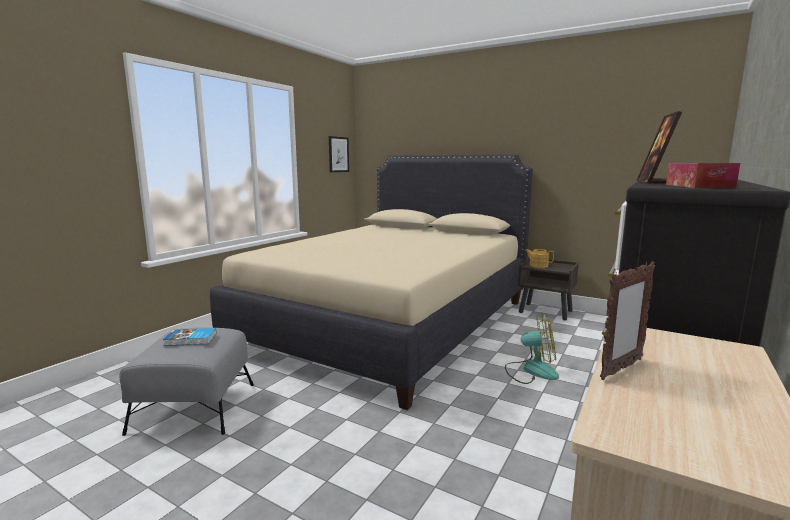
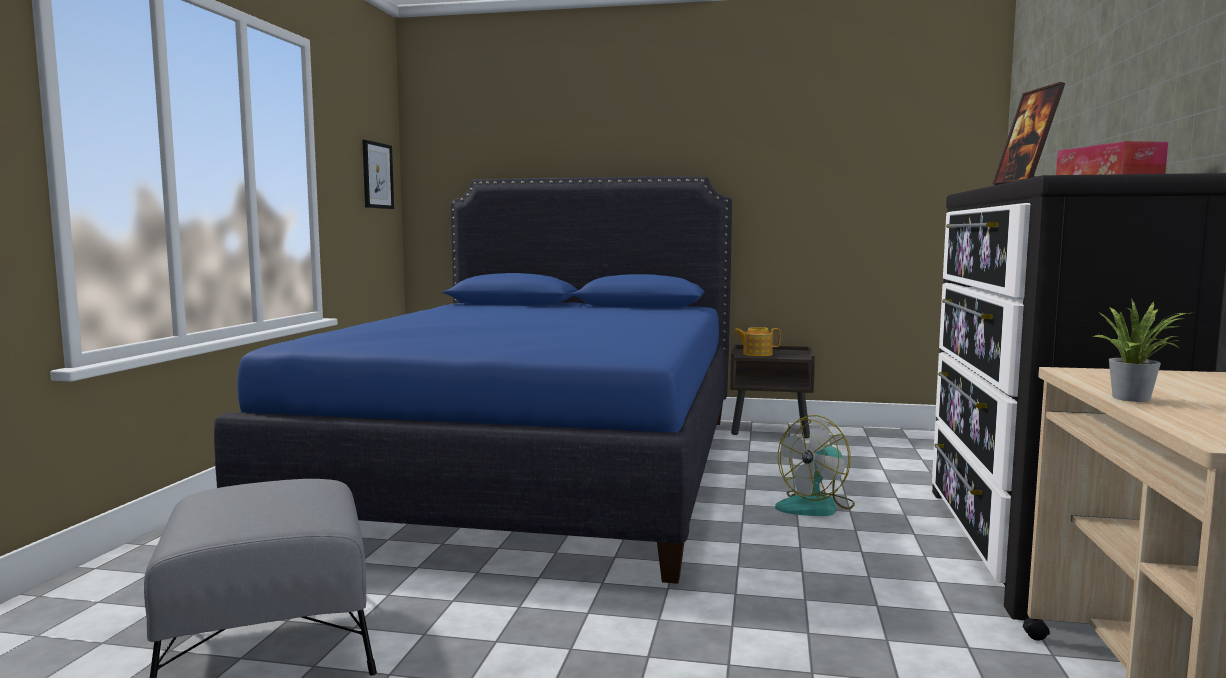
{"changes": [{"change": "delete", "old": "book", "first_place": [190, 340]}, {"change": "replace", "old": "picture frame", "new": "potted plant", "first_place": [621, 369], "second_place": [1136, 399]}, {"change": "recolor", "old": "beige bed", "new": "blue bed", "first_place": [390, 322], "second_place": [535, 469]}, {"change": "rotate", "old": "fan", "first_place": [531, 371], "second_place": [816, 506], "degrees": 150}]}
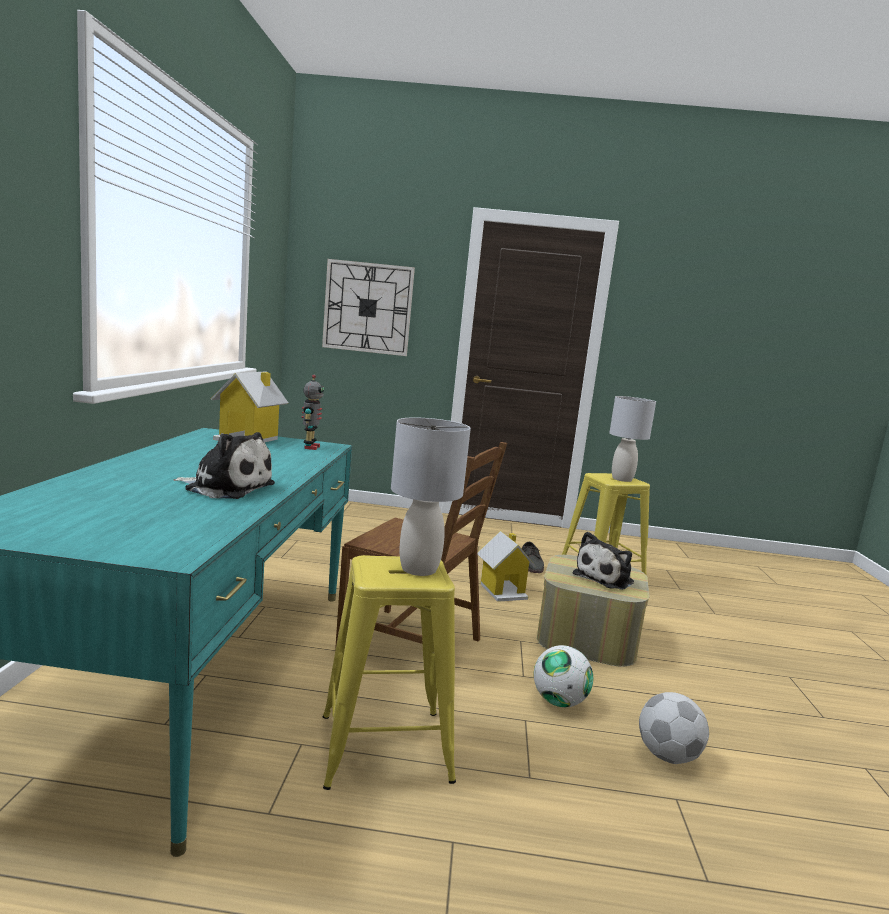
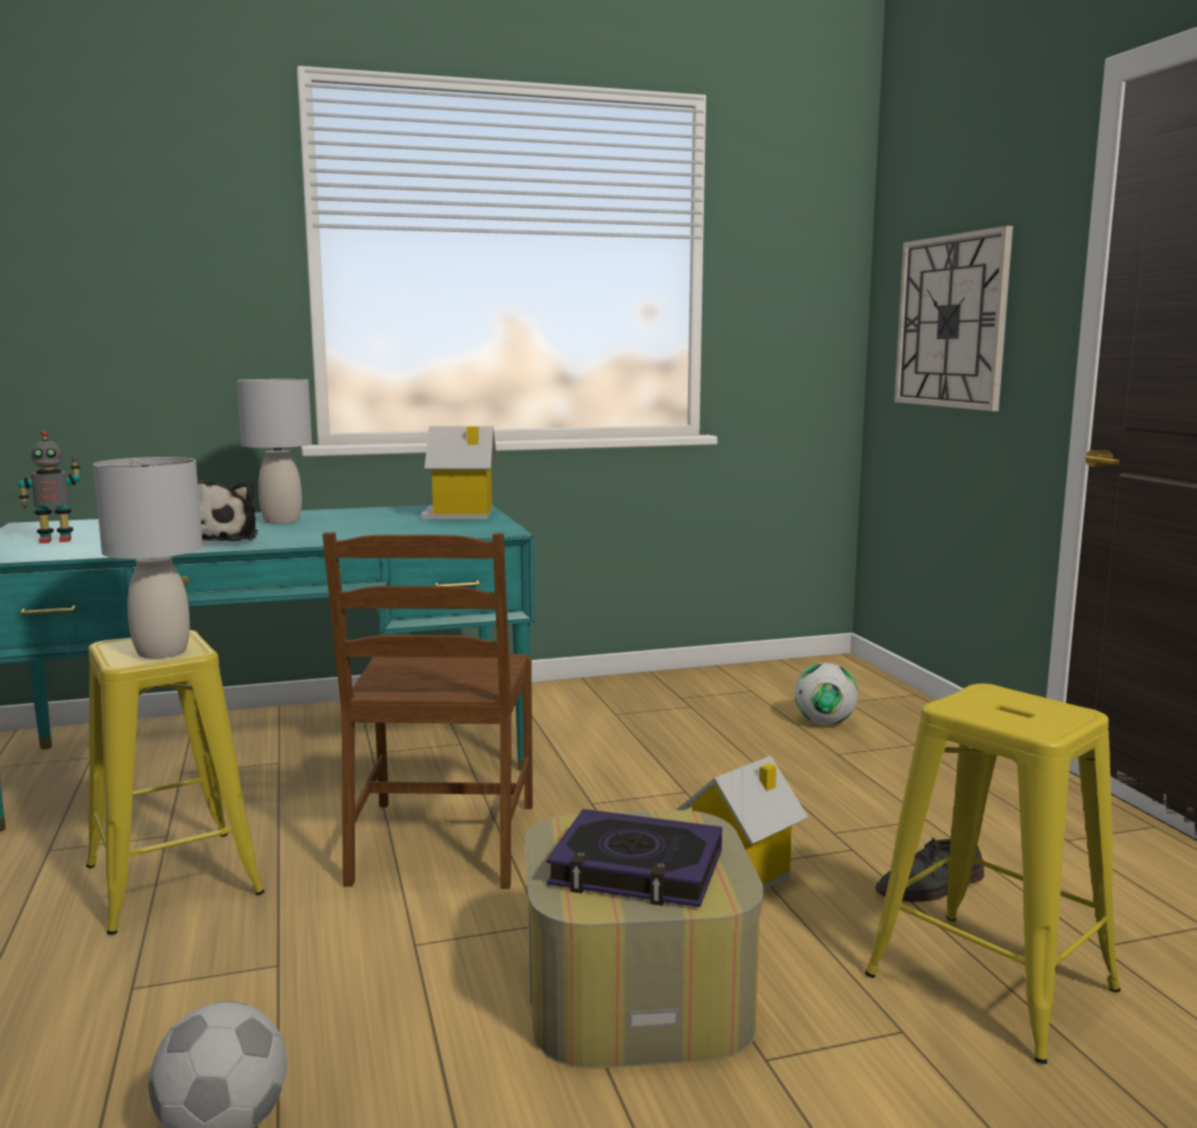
{"changes": [{"change": "move", "old": "toy robot", "first_place": [310, 447], "second_place": [55, 540]}, {"change": "move", "old": "football", "first_place": [559, 702], "second_place": [824, 723]}, {"change": "move", "old": "grey table lamp", "first_place": [621, 479], "second_place": [281, 521]}, {"change": "replace", "old": "plush toy", "new": "book", "first_place": [605, 578], "second_place": [636, 870]}]}
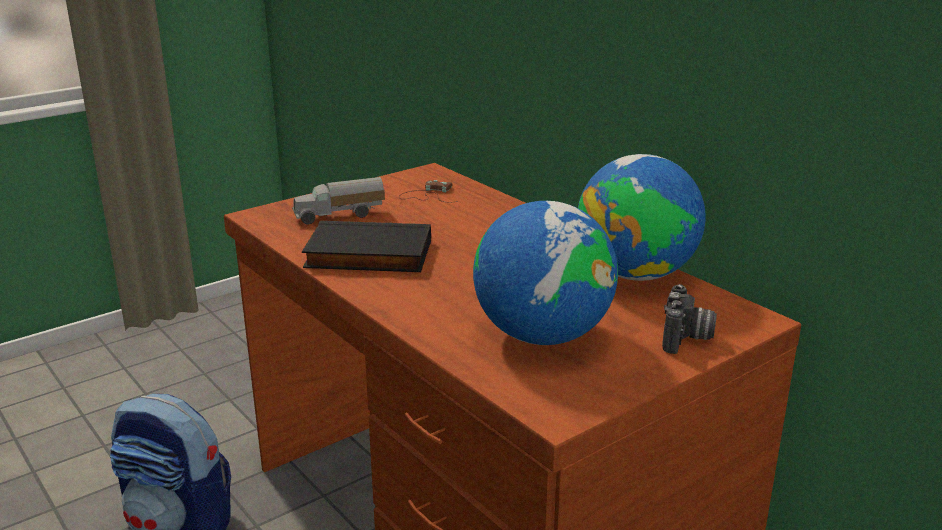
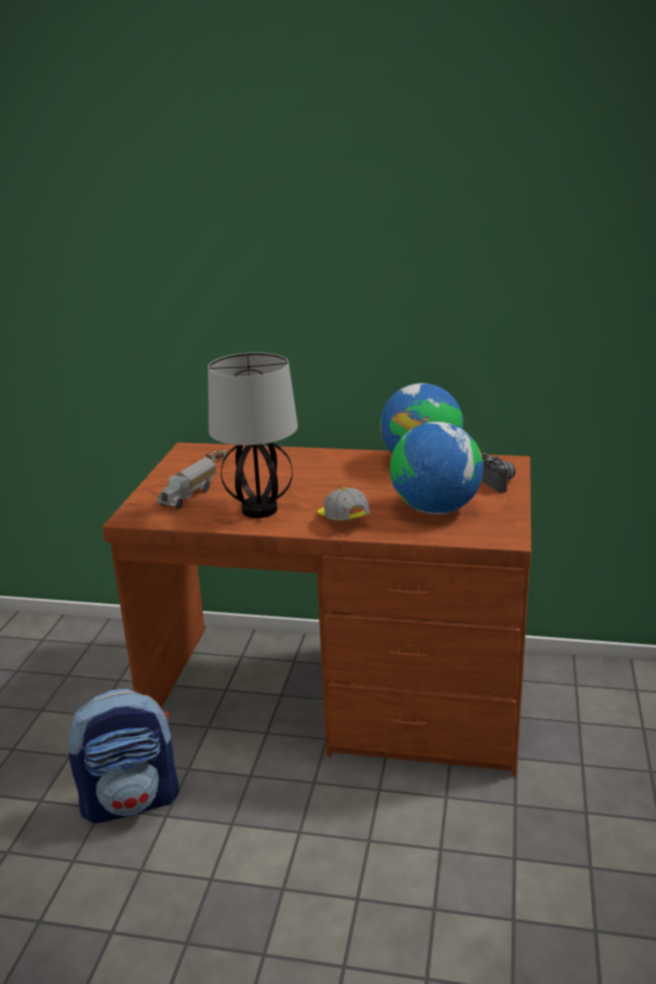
{"changes": [{"change": "insert", "new": "cap", "second_place": [342, 520]}, {"change": "replace", "old": "black book", "new": "table lamp", "first_place": [367, 255], "second_place": [259, 510]}]}
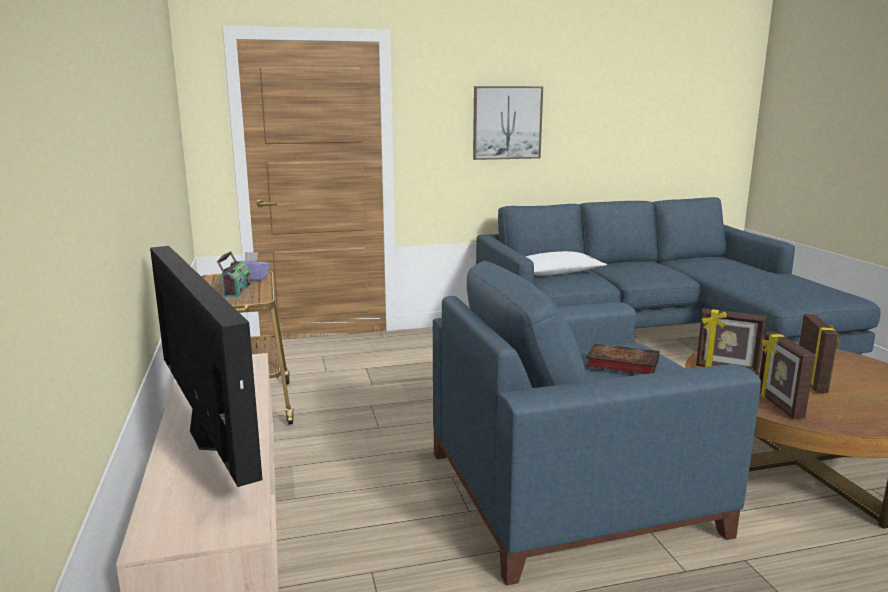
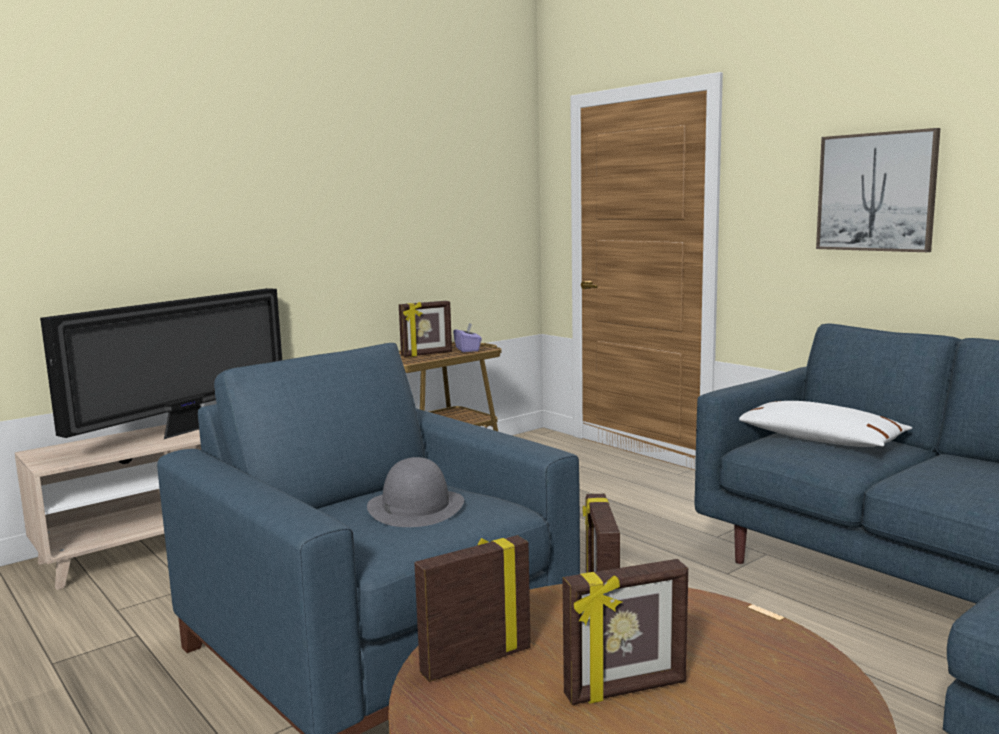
{"changes": [{"change": "replace", "old": "radio", "new": "picture frame", "first_place": [236, 290], "second_place": [427, 354]}, {"change": "replace", "old": "book", "new": "grey hat", "first_place": [620, 363], "second_place": [415, 507]}]}
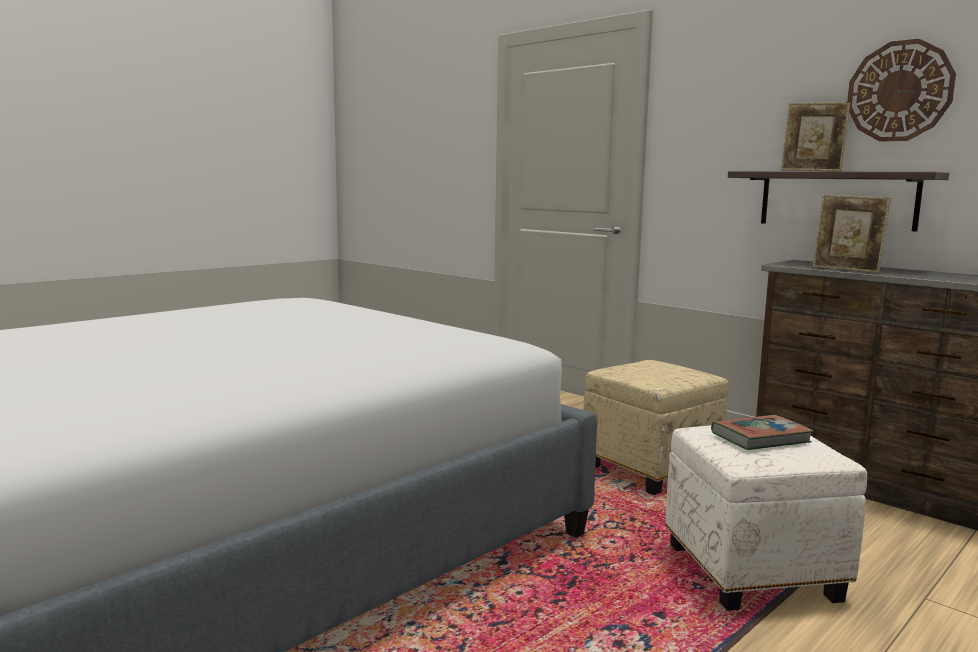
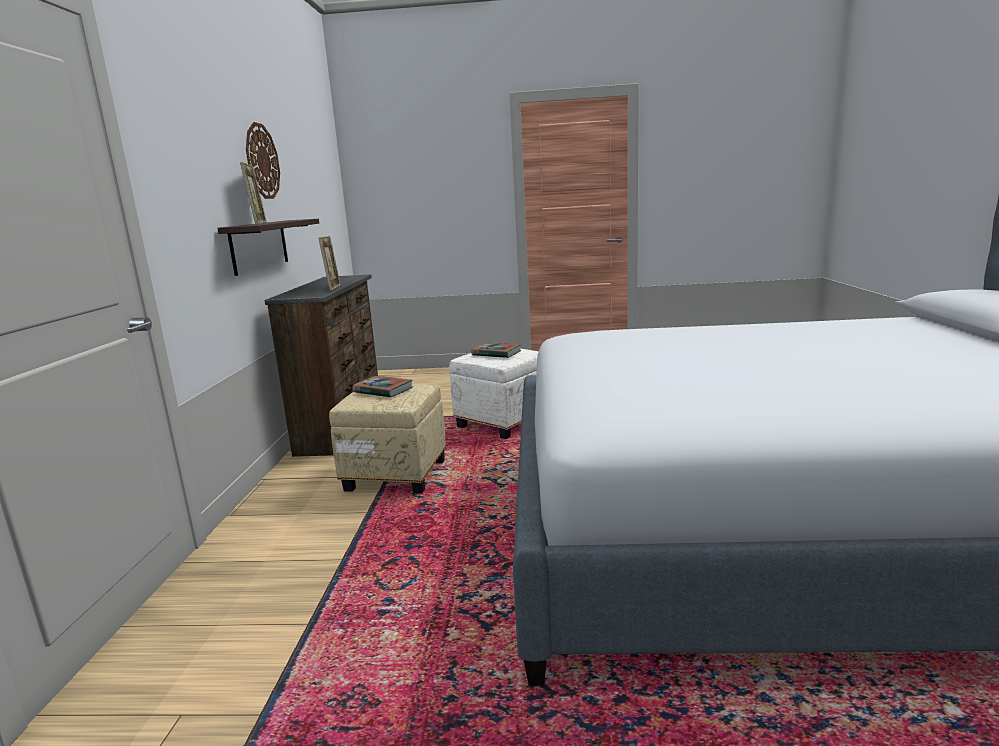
{"changes": [{"change": "insert", "new": "book", "second_place": [383, 390]}]}
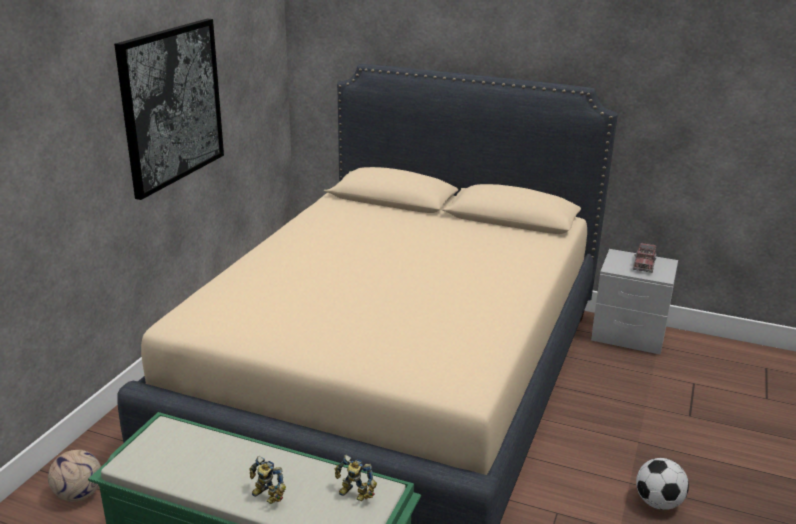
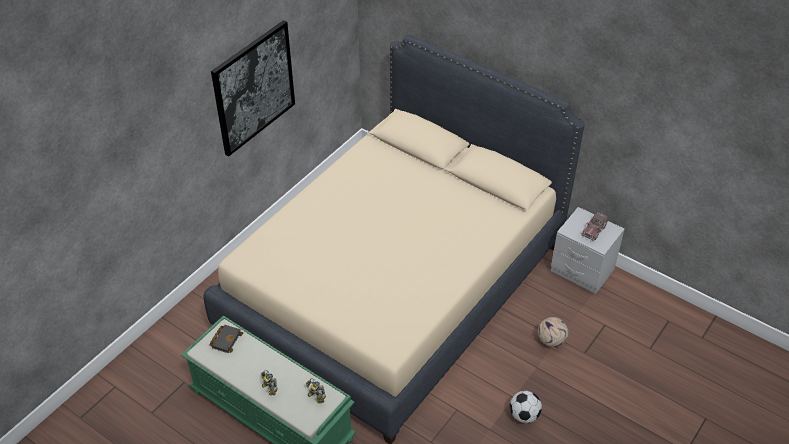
{"changes": [{"change": "insert", "new": "black book", "second_place": [226, 339]}, {"change": "move", "old": "football", "first_place": [79, 494], "second_place": [551, 340]}]}
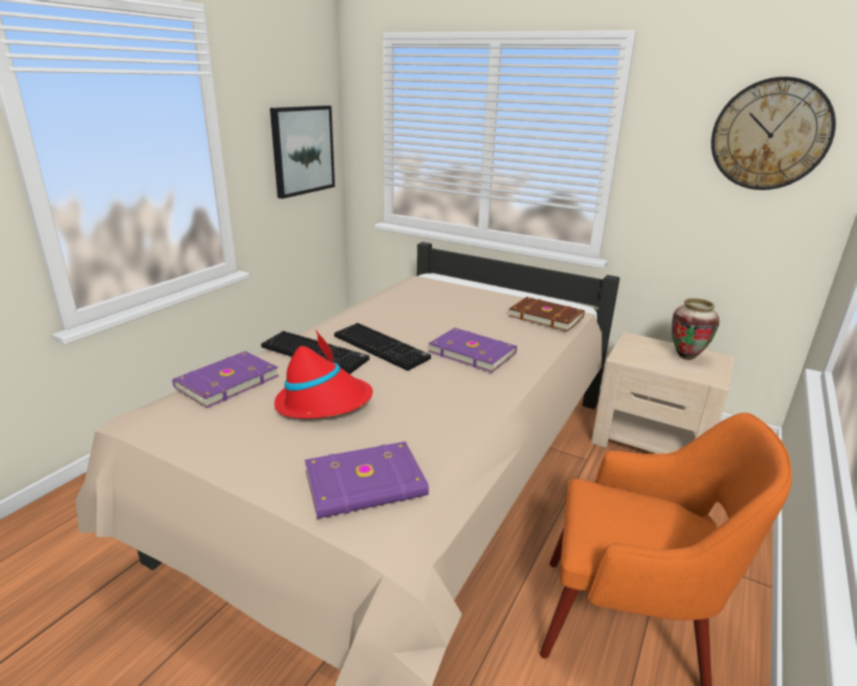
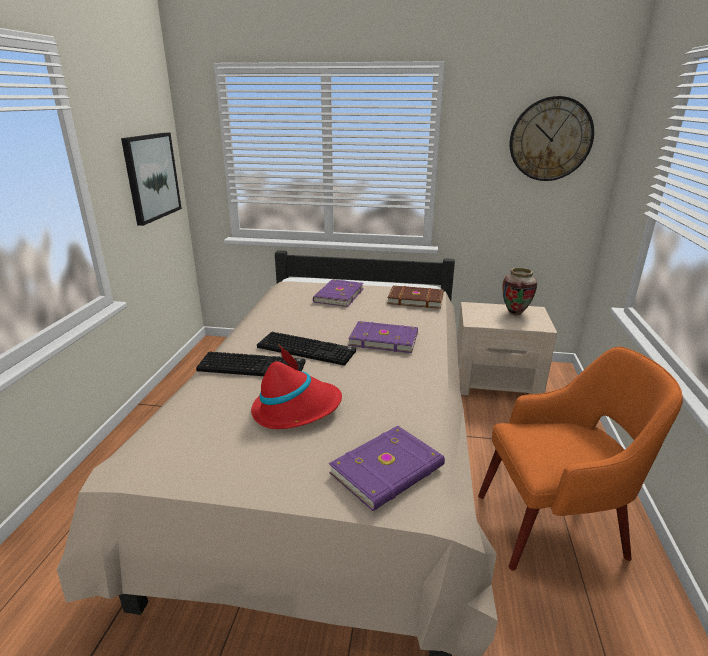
{"changes": [{"change": "move", "old": "purple book", "first_place": [226, 381], "second_place": [338, 295]}]}
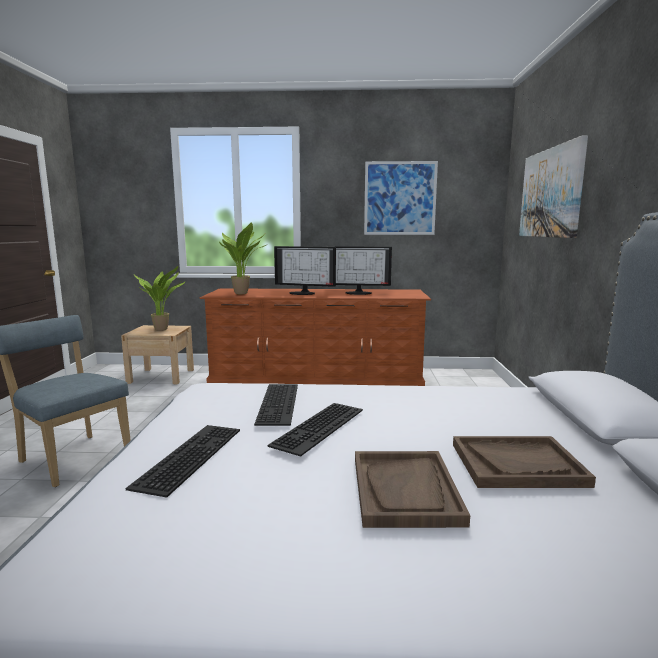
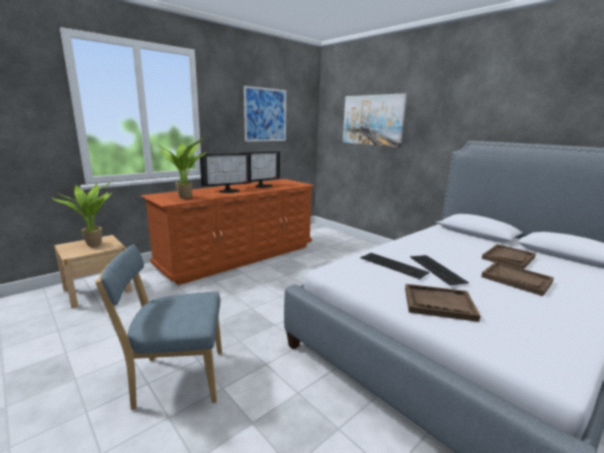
{"changes": [{"change": "replace", "old": "keyboard", "new": "brown tray", "first_place": [188, 455], "second_place": [438, 304]}]}
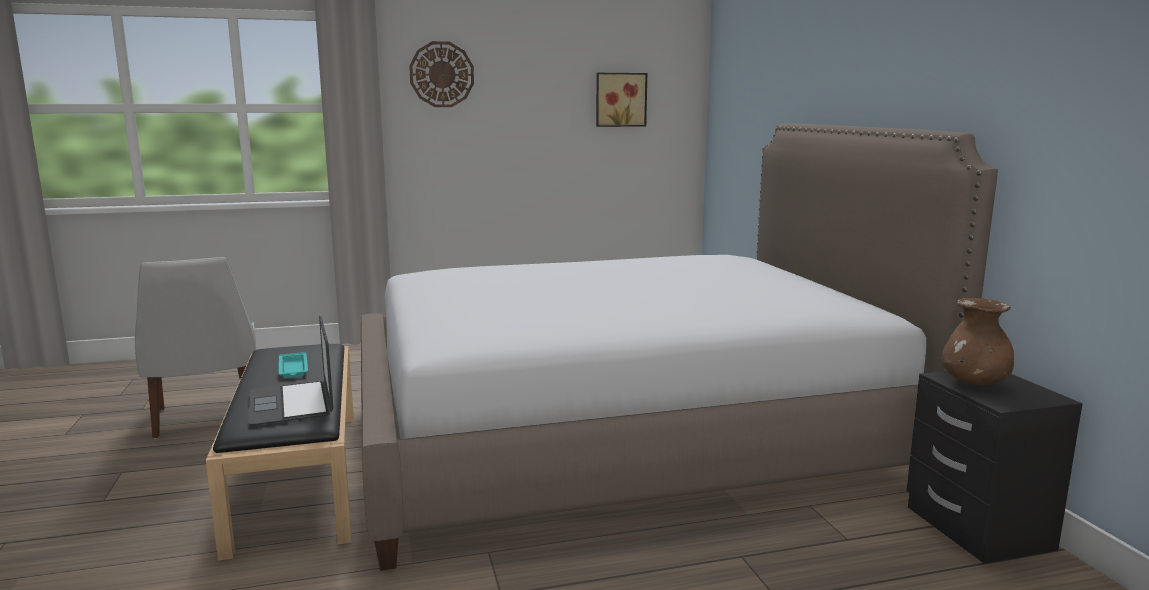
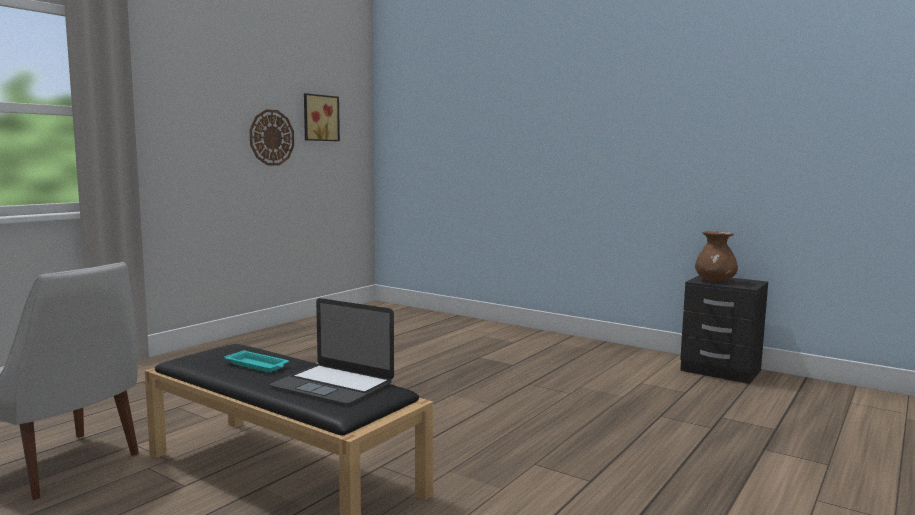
{"changes": [{"change": "delete", "old": "bed", "first_place": [625, 439]}, {"change": "move", "old": "wall clock", "first_place": [441, 74], "second_place": [271, 137]}]}
